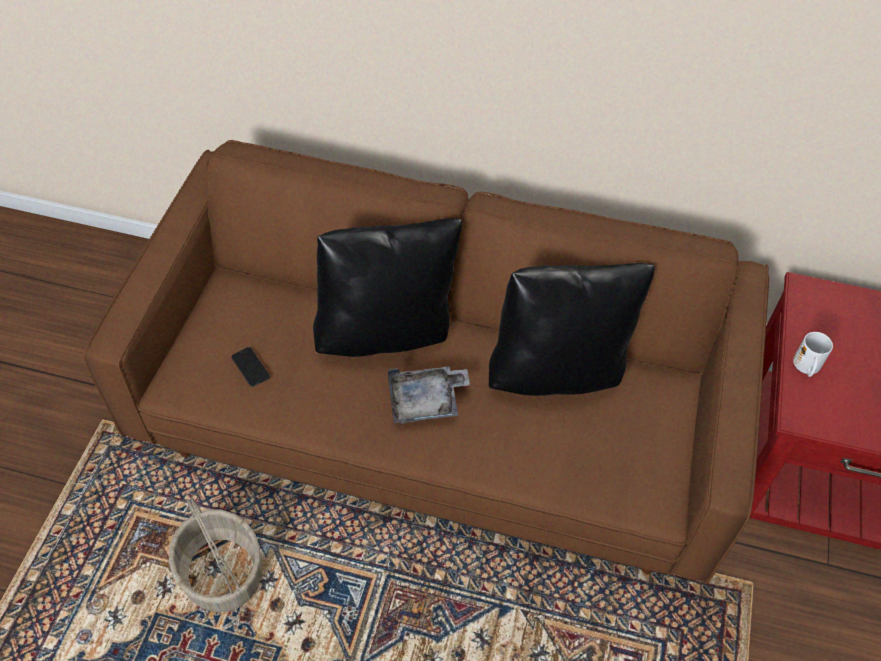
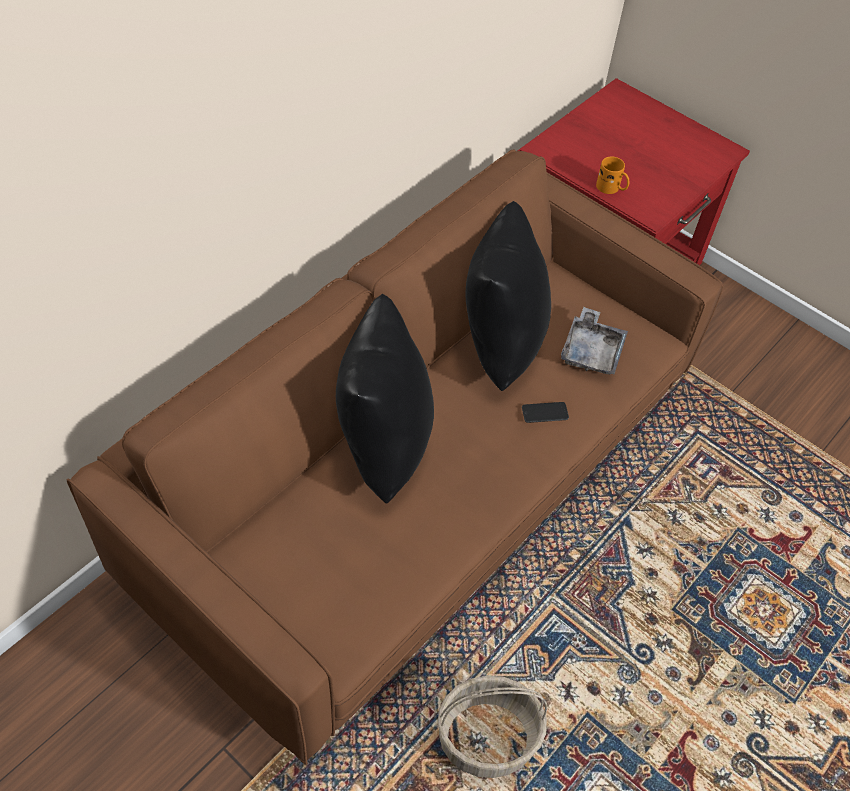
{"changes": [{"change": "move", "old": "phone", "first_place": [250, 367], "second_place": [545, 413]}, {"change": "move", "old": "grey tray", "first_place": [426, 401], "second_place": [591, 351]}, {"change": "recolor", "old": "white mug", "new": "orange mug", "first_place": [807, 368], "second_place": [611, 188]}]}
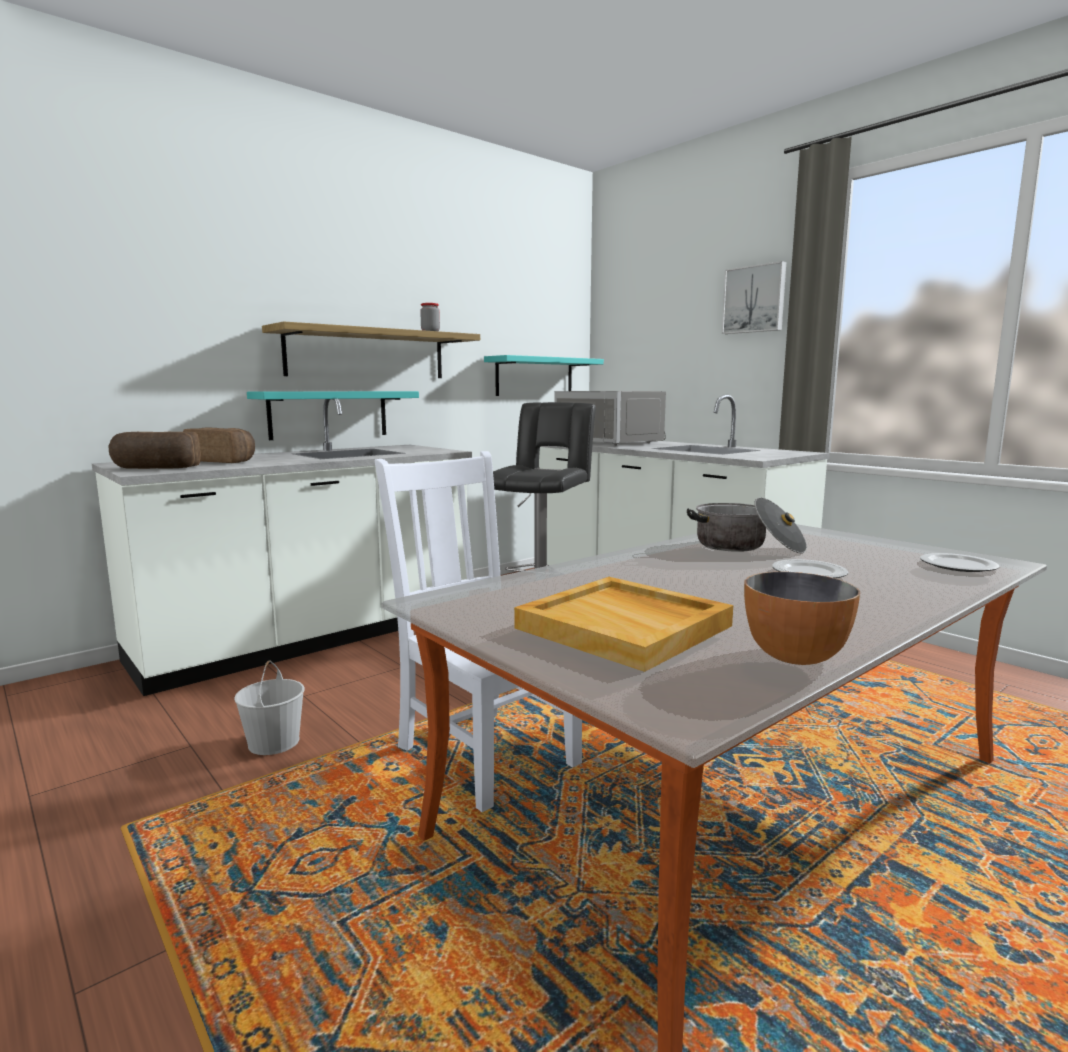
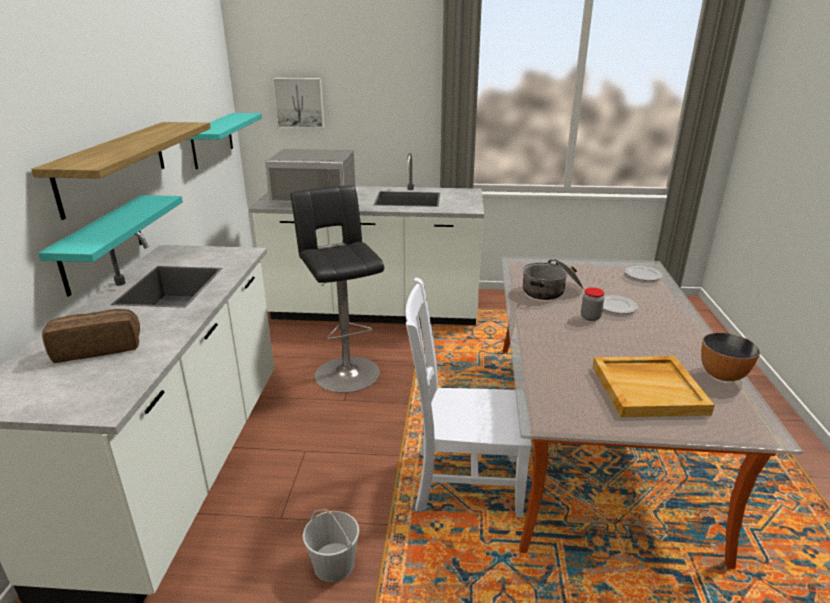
{"changes": [{"change": "delete", "old": "bread", "first_place": [155, 468]}, {"change": "move", "old": "jar", "first_place": [430, 332], "second_place": [590, 317]}, {"change": "move", "old": "picture", "first_place": [754, 299], "second_place": [299, 103]}]}
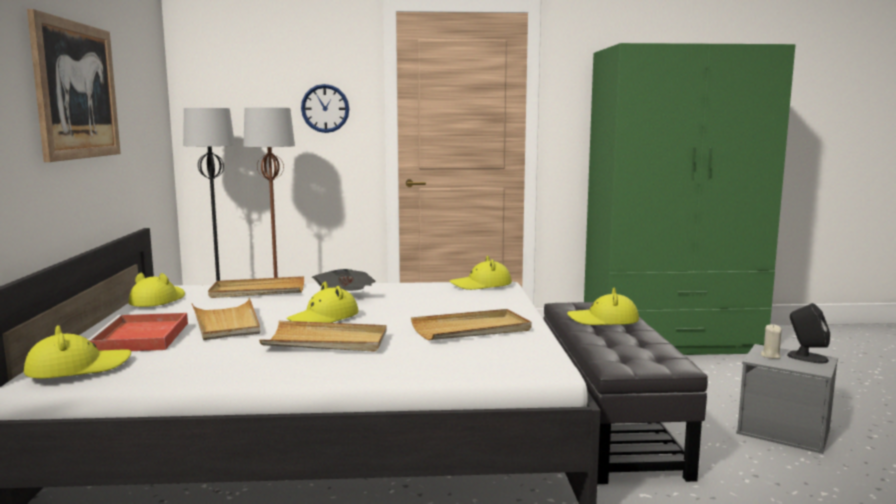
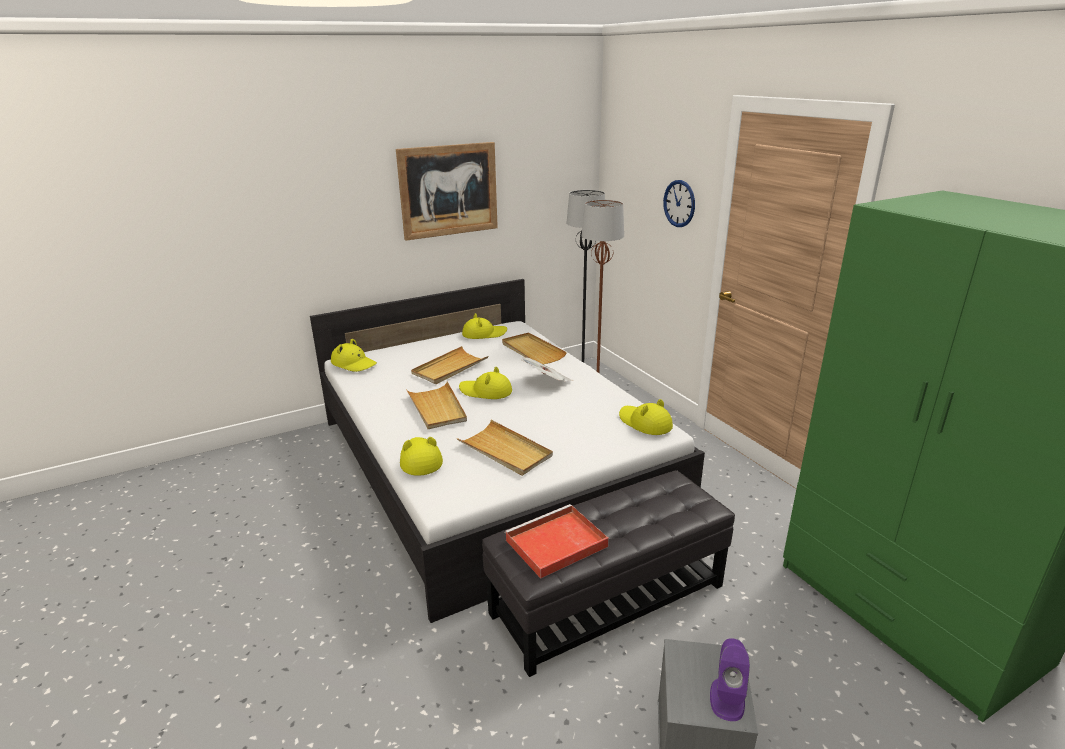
{"changes": [{"change": "delete", "old": "beige candle", "first_place": [770, 356]}, {"change": "move", "old": "red tray", "first_place": [141, 338], "second_place": [555, 544]}, {"change": "move", "old": "yellow hat", "first_place": [603, 320], "second_place": [420, 459]}, {"change": "recolor", "old": "black speaker", "new": "purple speaker", "first_place": [806, 357], "second_place": [727, 698]}]}
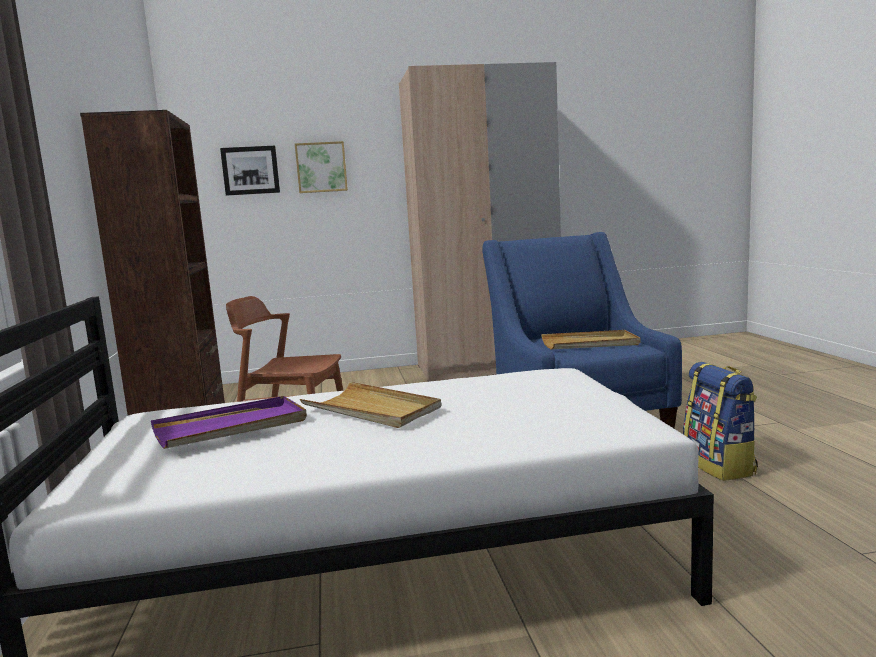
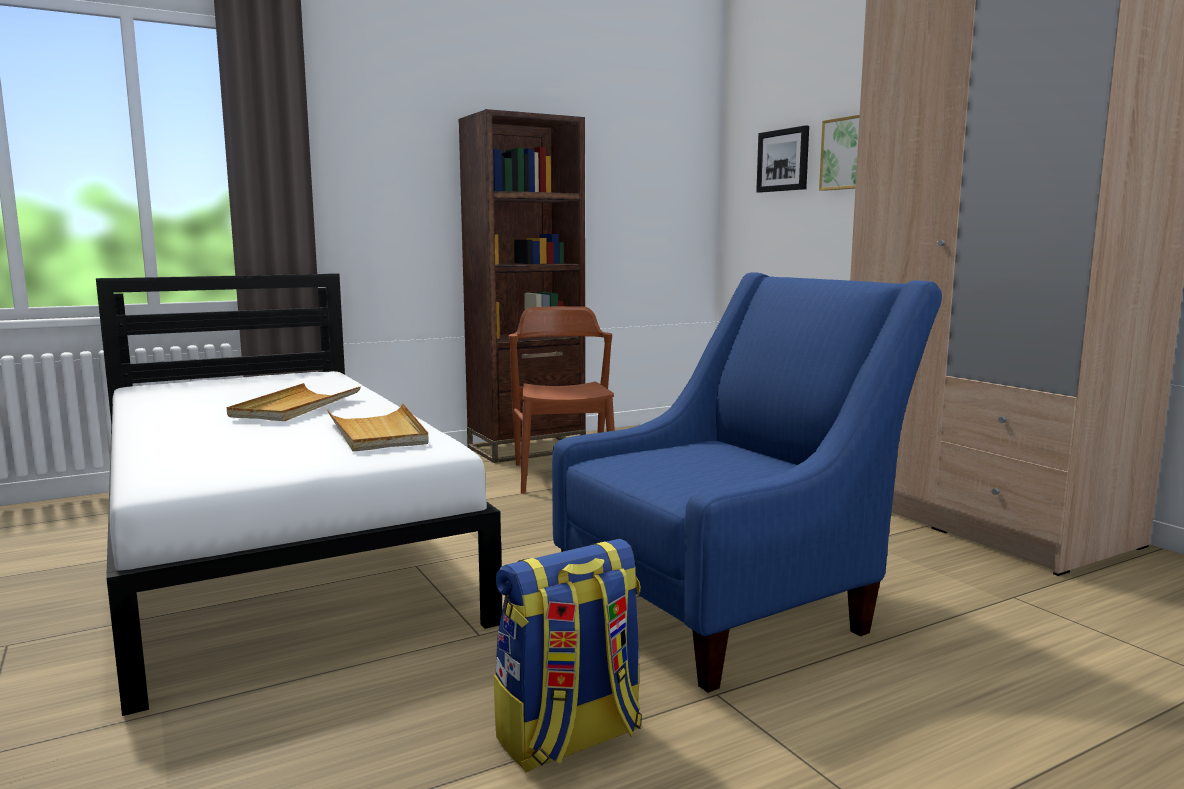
{"changes": [{"change": "delete", "old": "purple tray", "first_place": [231, 427]}, {"change": "move", "old": "beige tray", "first_place": [590, 343], "second_place": [377, 432]}]}
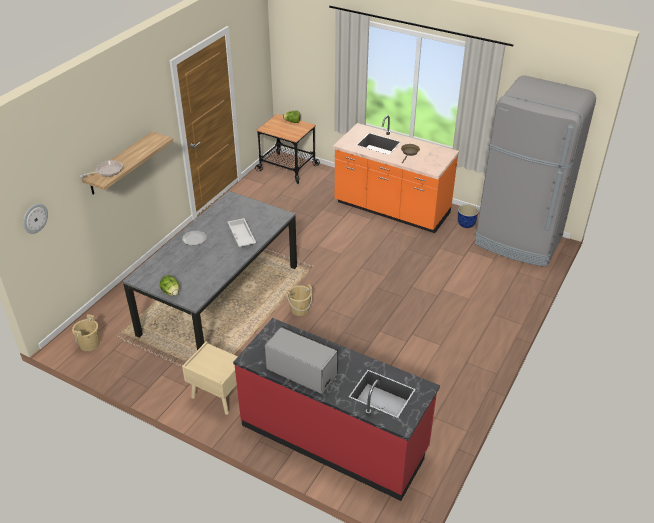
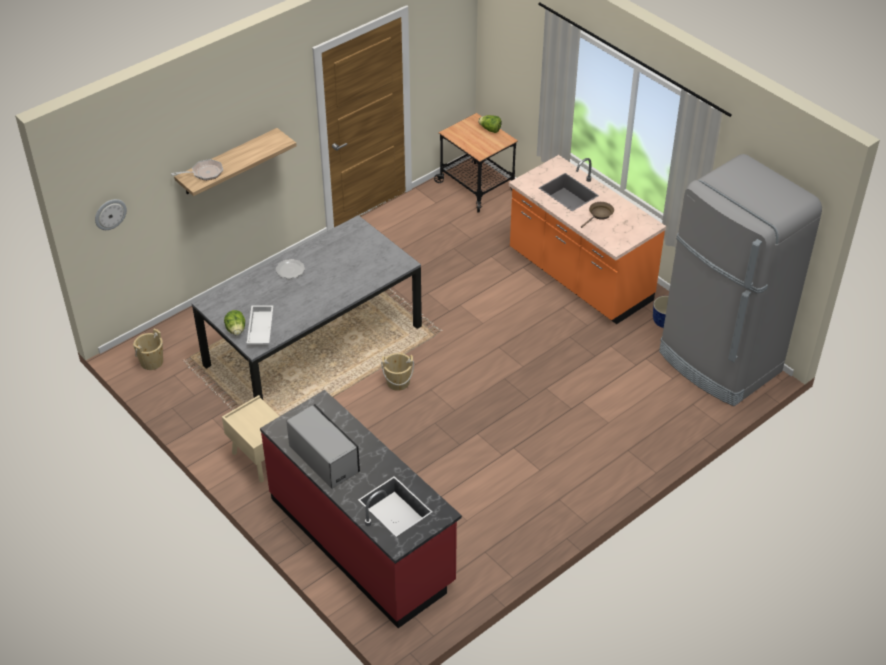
{"changes": [{"change": "move", "old": "white tray", "first_place": [241, 236], "second_place": [260, 329]}]}
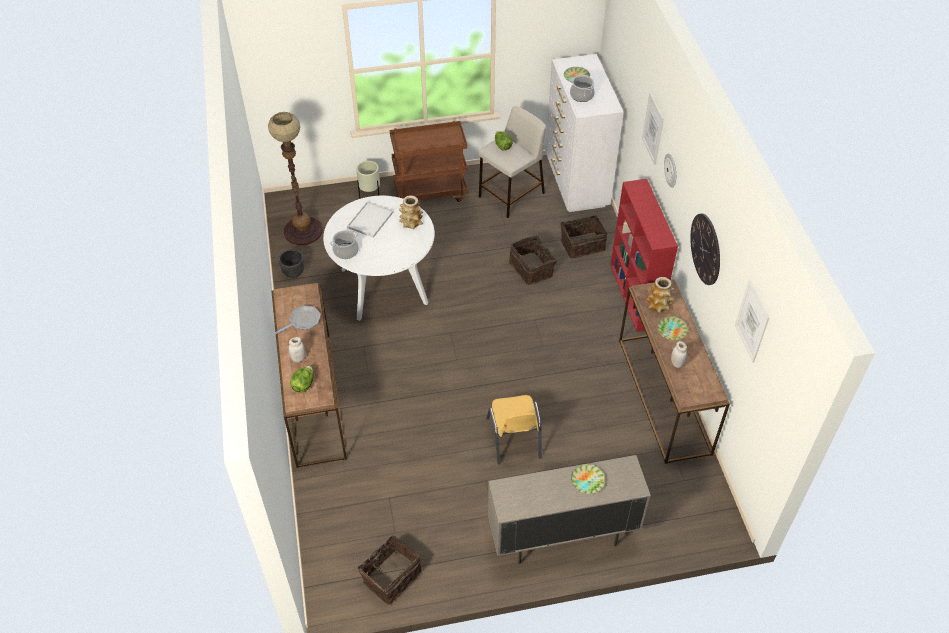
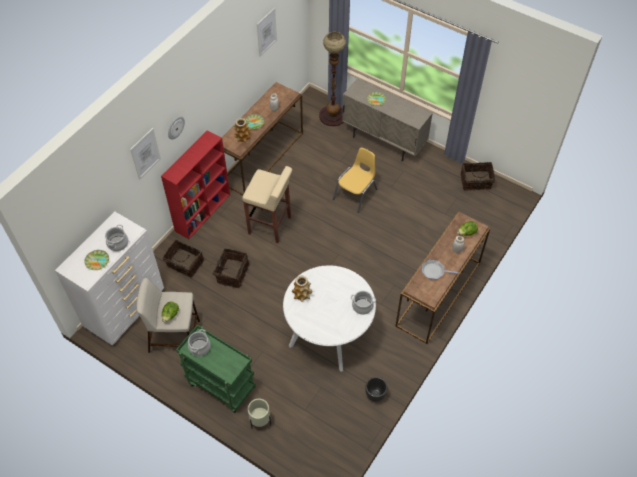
{"changes": [{"change": "delete", "old": "white tray", "first_place": [370, 220]}, {"change": "delete", "old": "wall clock", "first_place": [705, 249]}, {"change": "insert", "new": "cooking pot", "second_place": [199, 347]}, {"change": "insert", "new": "beige stool", "second_place": [270, 226]}, {"change": "move", "old": "floor lamp", "first_place": [303, 231], "second_place": [333, 116]}, {"change": "recolor", "old": "brown cart", "new": "green cart", "first_place": [431, 193], "second_place": [220, 385]}]}
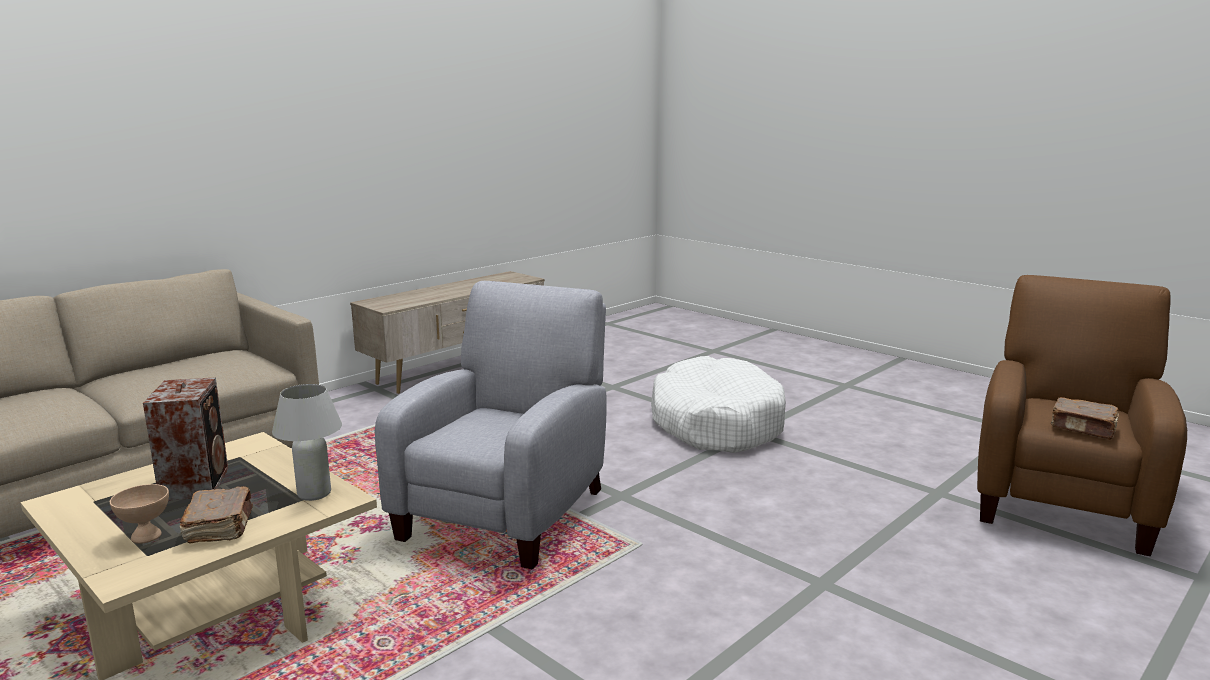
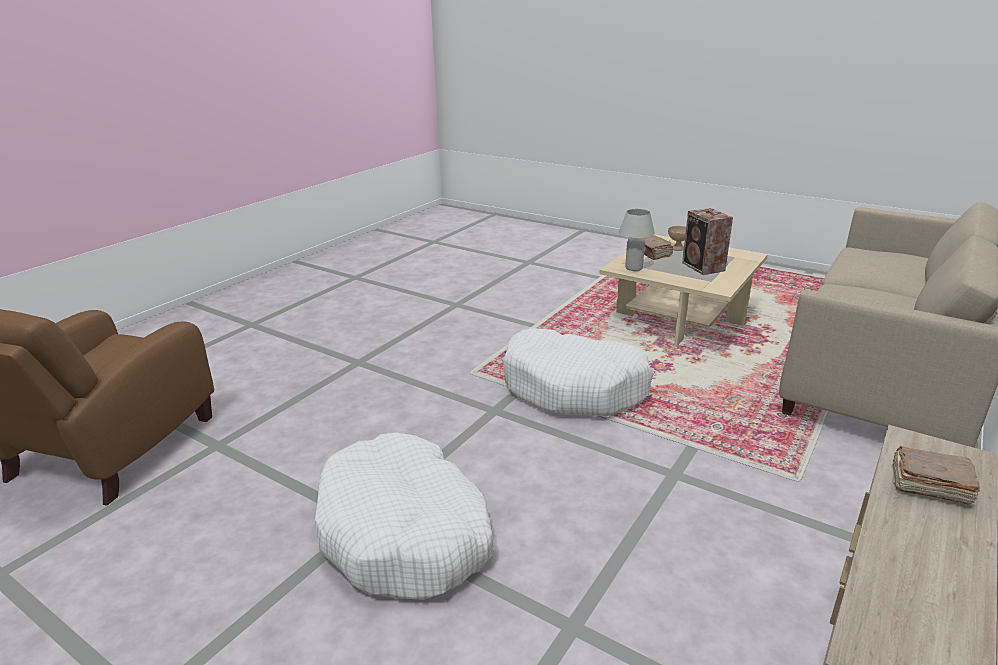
{"changes": [{"change": "move", "old": "brown book", "first_place": [1083, 429], "second_place": [928, 485]}, {"change": "replace", "old": "grey armchair", "new": "white dog bed", "first_place": [508, 510], "second_place": [574, 387]}]}
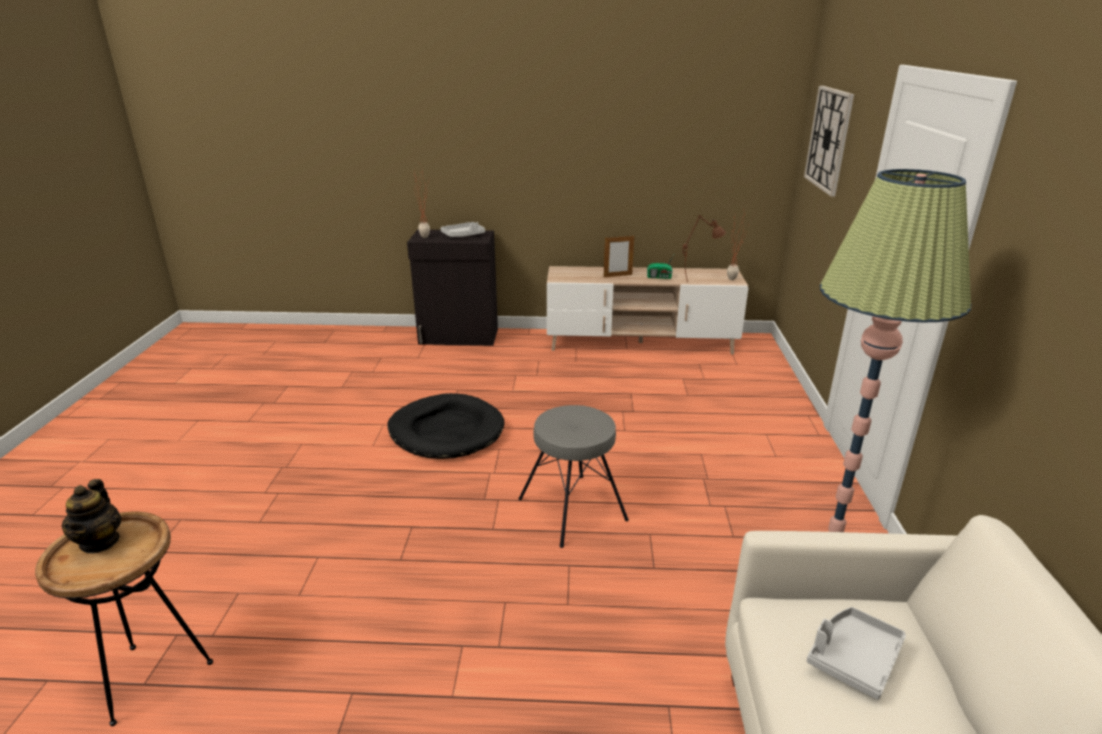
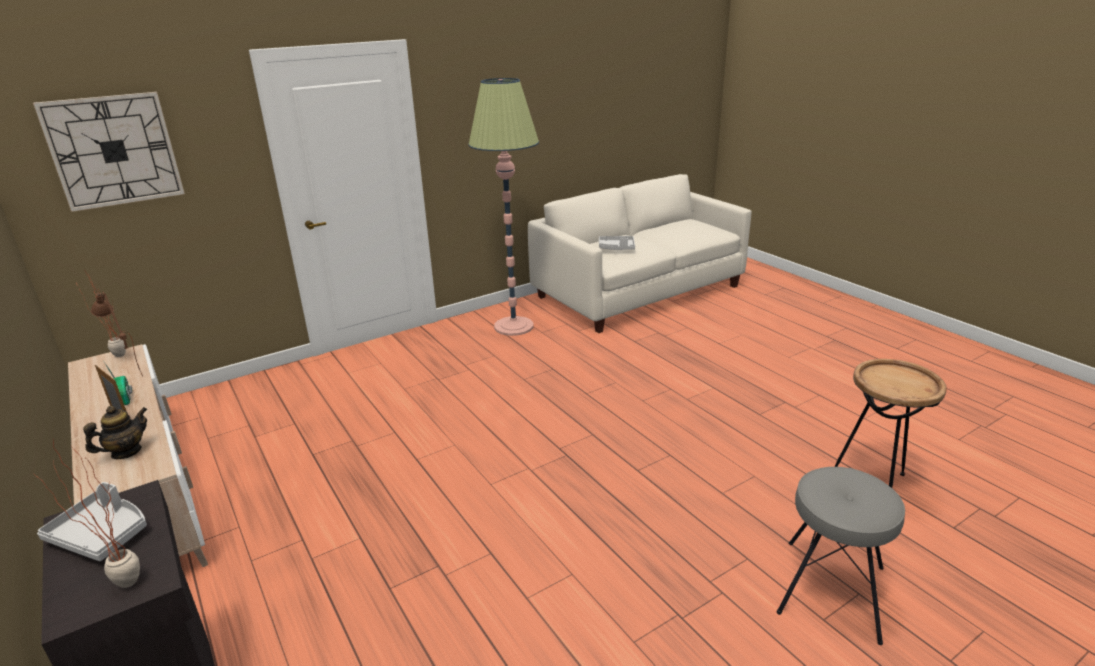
{"changes": [{"change": "delete", "old": "black dog bed", "first_place": [446, 431]}, {"change": "move", "old": "teapot", "first_place": [100, 542], "second_place": [126, 452]}, {"change": "move", "old": "grey stool", "first_place": [573, 508], "second_place": [830, 589]}]}
